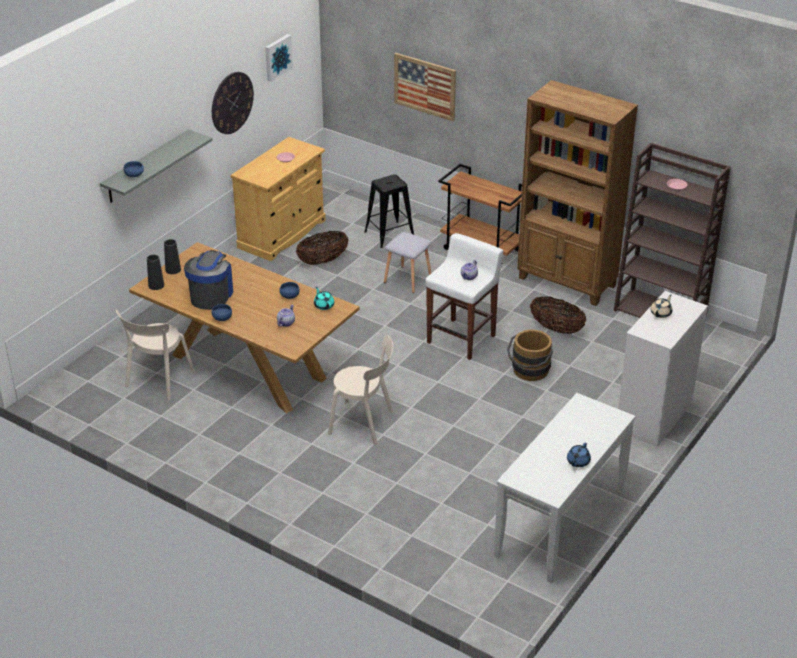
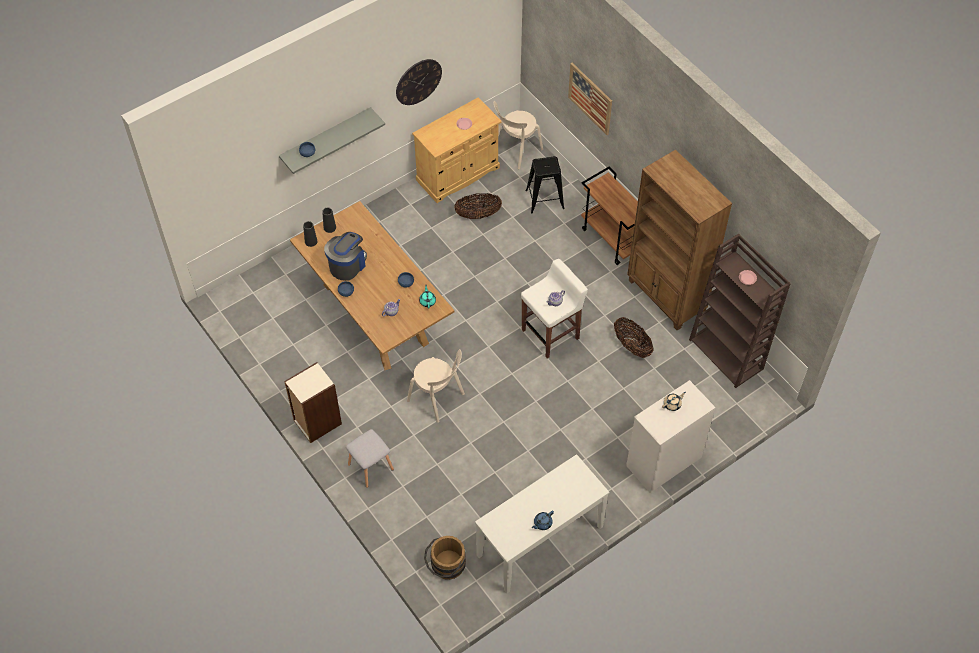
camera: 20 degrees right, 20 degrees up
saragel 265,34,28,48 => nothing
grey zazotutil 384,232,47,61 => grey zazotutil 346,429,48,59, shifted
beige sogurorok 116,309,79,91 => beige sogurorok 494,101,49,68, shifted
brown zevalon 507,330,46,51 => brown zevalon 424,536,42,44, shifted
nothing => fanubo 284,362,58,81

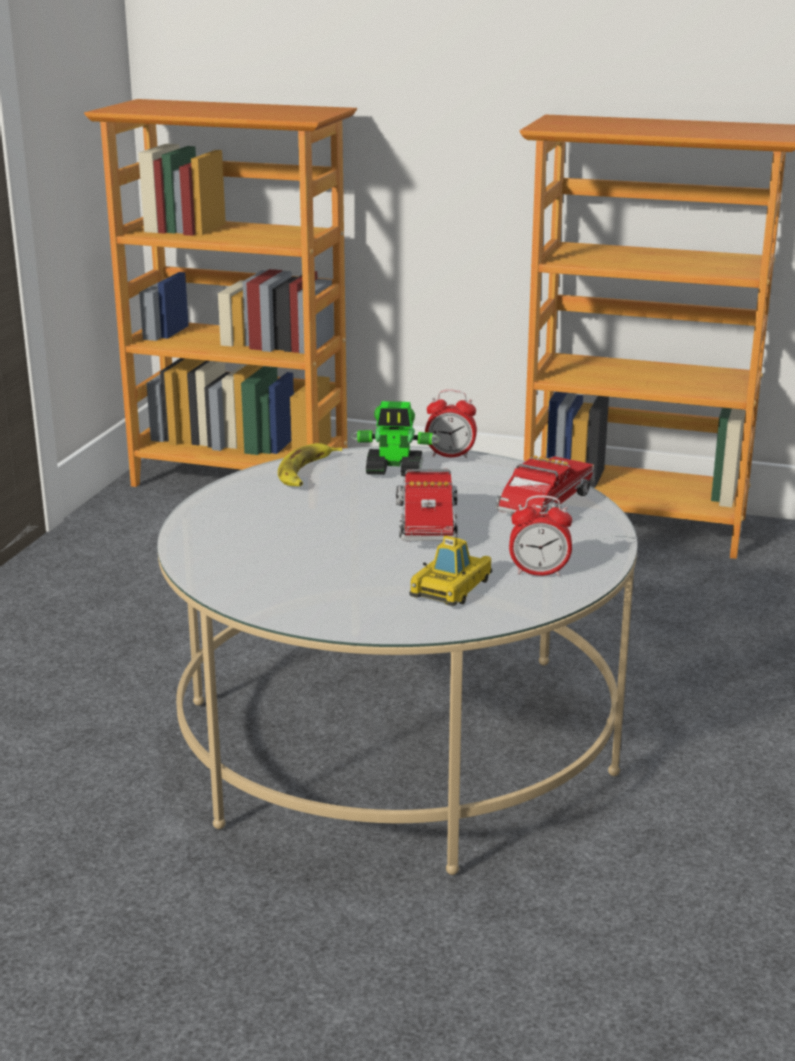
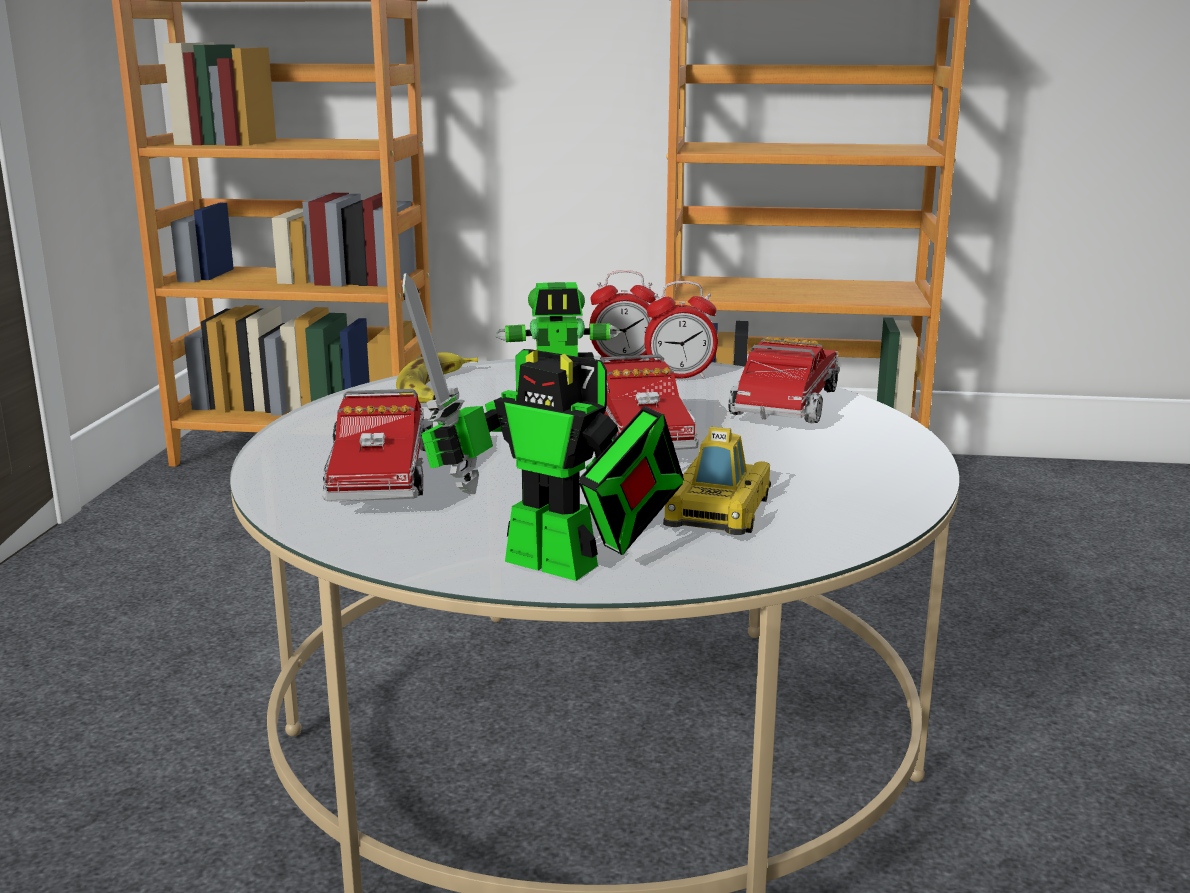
camera: 10 degrees left, 5 degrees down
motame 509,495,63,81 => motame 644,281,74,98, shifted
nothing => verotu 402,273,282,308
nothing => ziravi 322,389,111,113

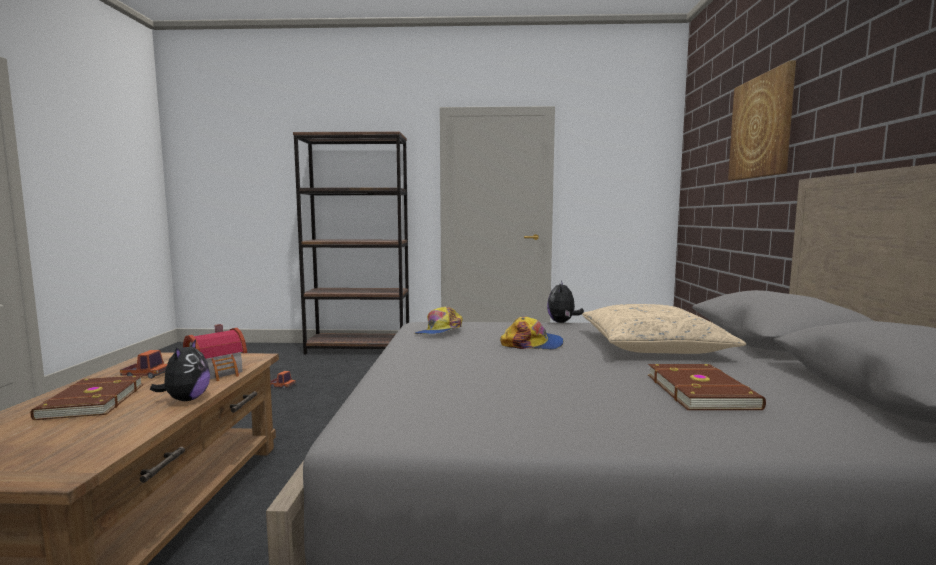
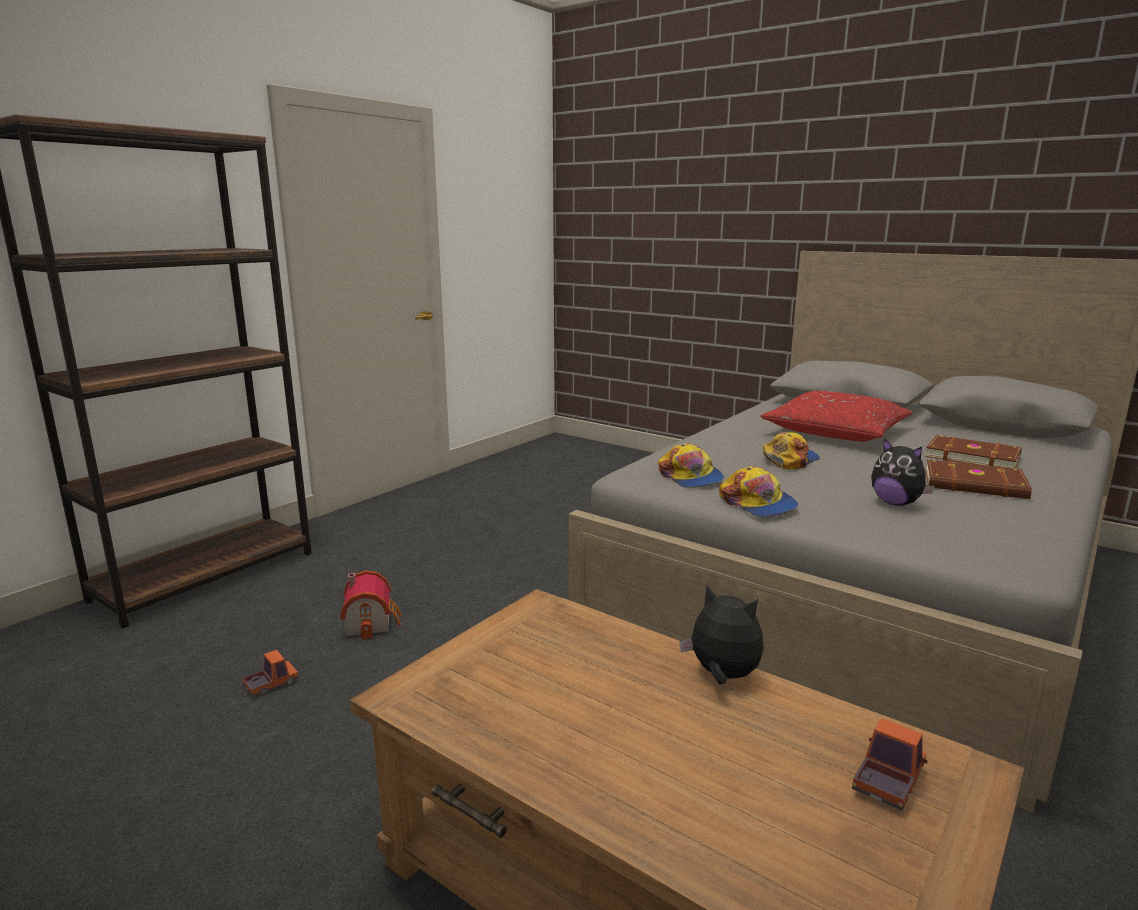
camera: 55 degrees left, 10 degrees up
saragel 728,61,68,119 => nothing
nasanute 547,280,37,43 => nasanute 871,438,64,68, shifted
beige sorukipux 582,304,164,50 => red sorukipux 760,391,153,50
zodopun 183,324,64,57 => zodopun 340,570,61,70, shifted
ziravi 120,350,47,29 => ziravi 852,718,76,93, shifted
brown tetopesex 30,375,114,45 => brown tetopesex 926,460,106,39, shifted
nothing => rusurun 719,466,80,51

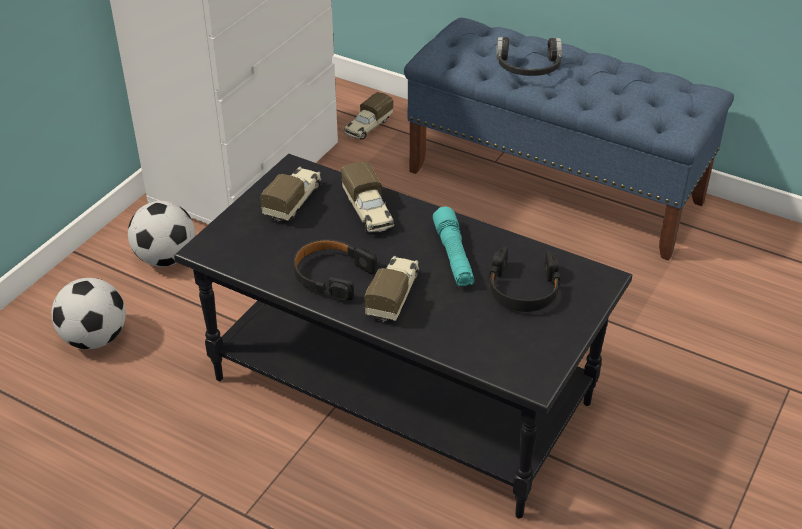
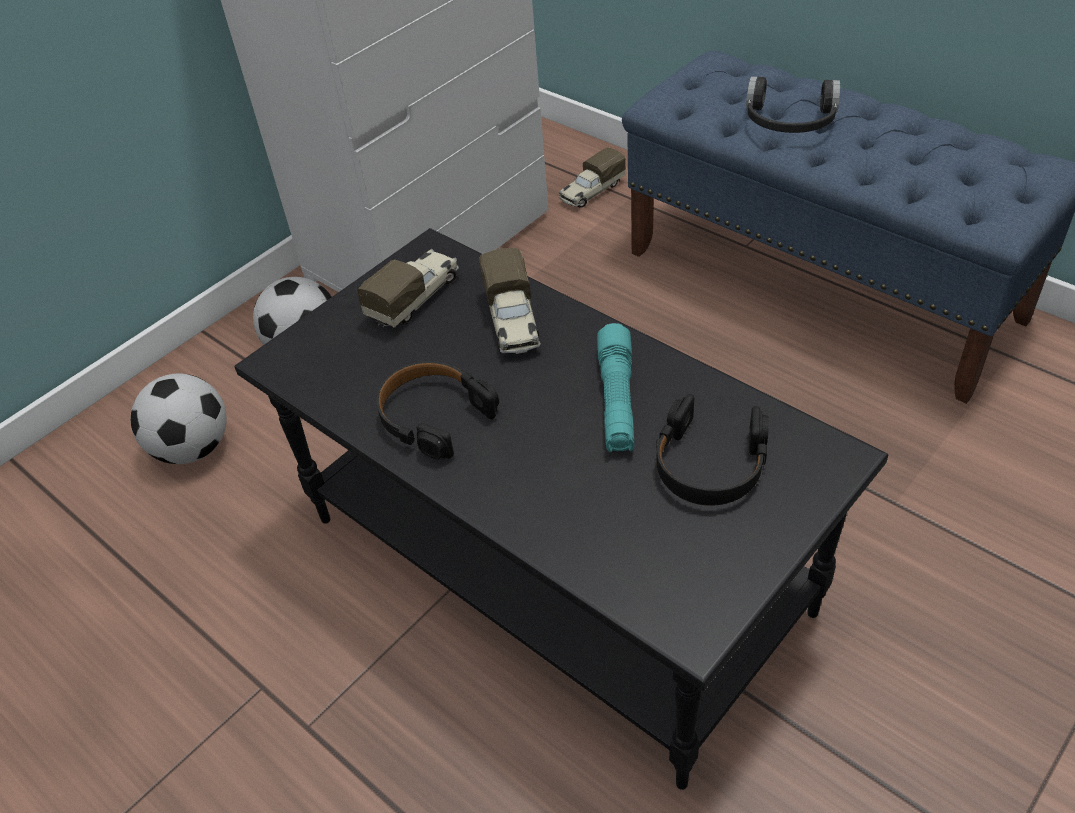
camera: 15 degrees right, 5 degrees up
ziravi 364,255,56,67 => nothing

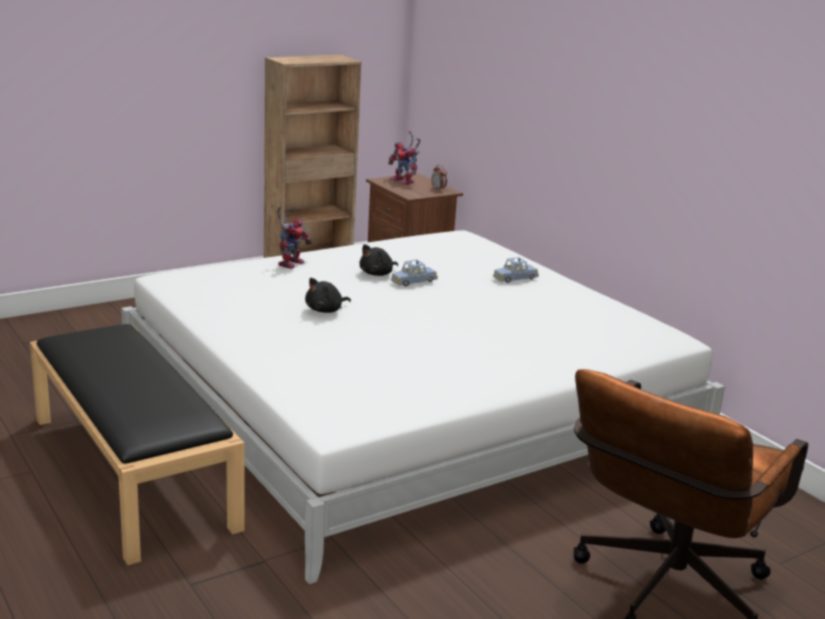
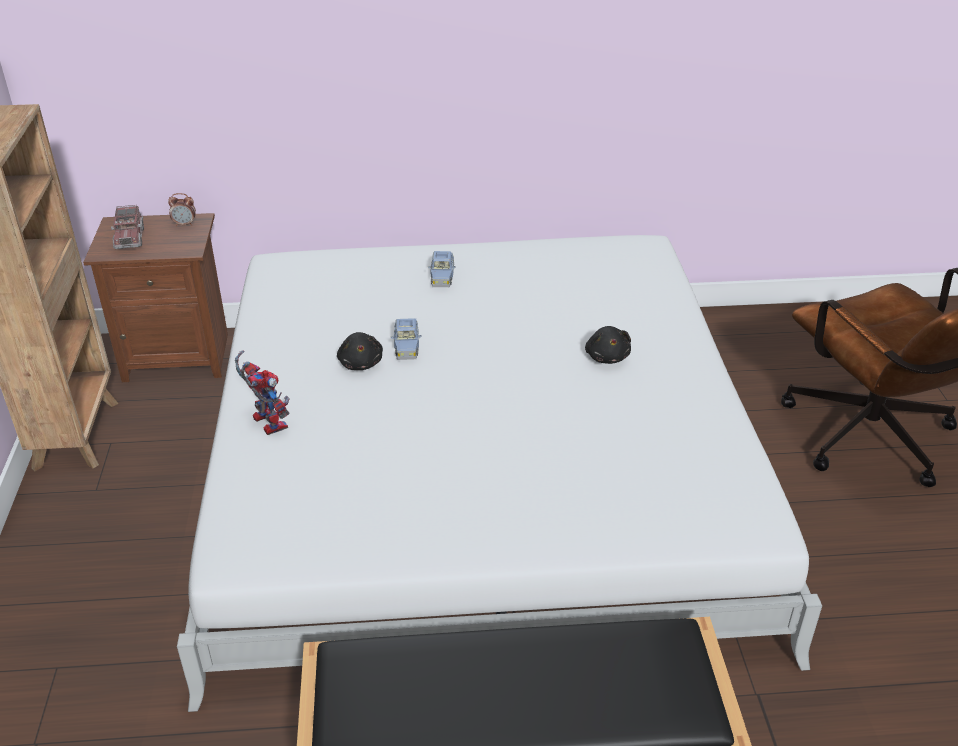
camera: 60 degrees left, 15 degrees up
verotu 388,131,33,54 => ziravi 111,205,33,44
black nasanute 305,278,46,35 => black nasanute 585,326,46,38, shifted

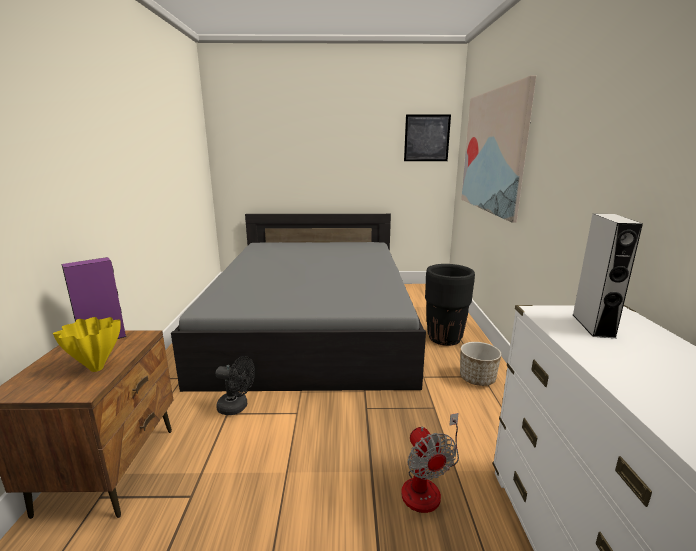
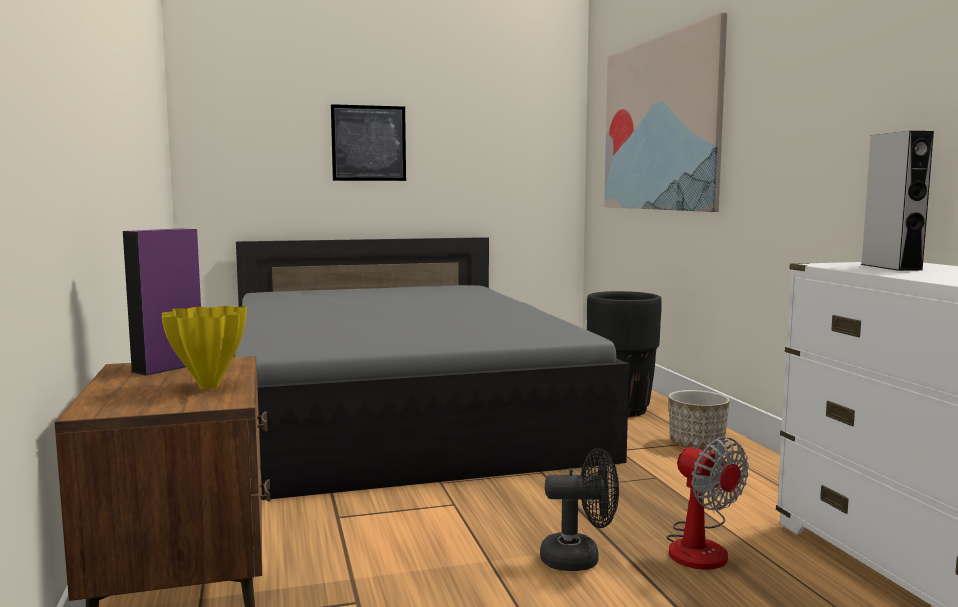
camera: 15 degrees left, 10 degrees down
saragel 404,114,47,47 => saragel 331,104,75,77, shifted
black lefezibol 216,356,39,59 => black lefezibol 540,448,79,123, shifted

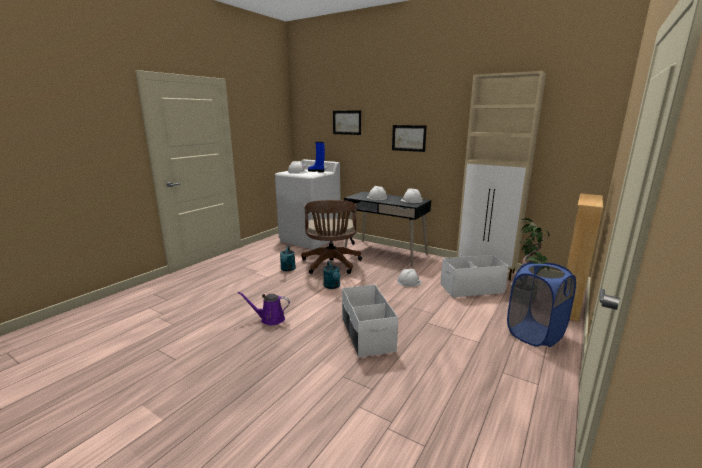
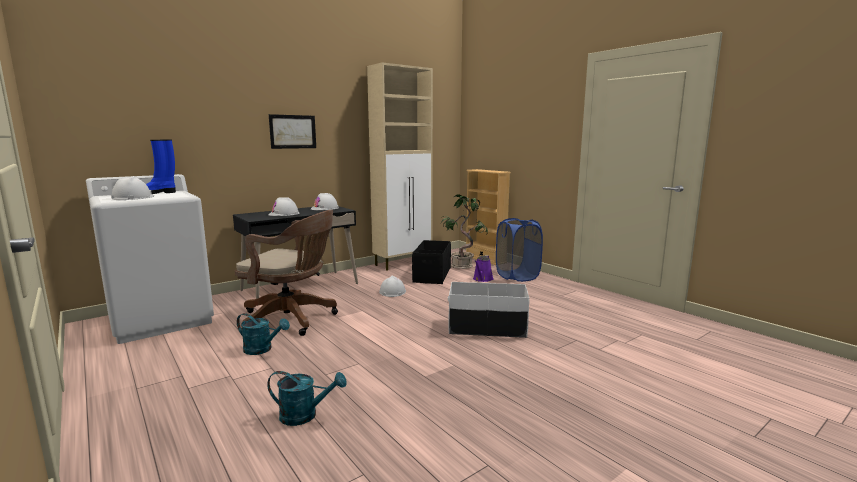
camera: 70 degrees left, 5 degrees down
saragel 333,110,28,25 => nothing
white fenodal 441,255,67,43 => black fenodal 412,240,39,44
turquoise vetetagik 323,261,18,28 => turquoise vetetagik 267,371,79,55, shifted
purple vetetagik 237,292,53,34 => purple vetetagik 473,255,21,27, shifted

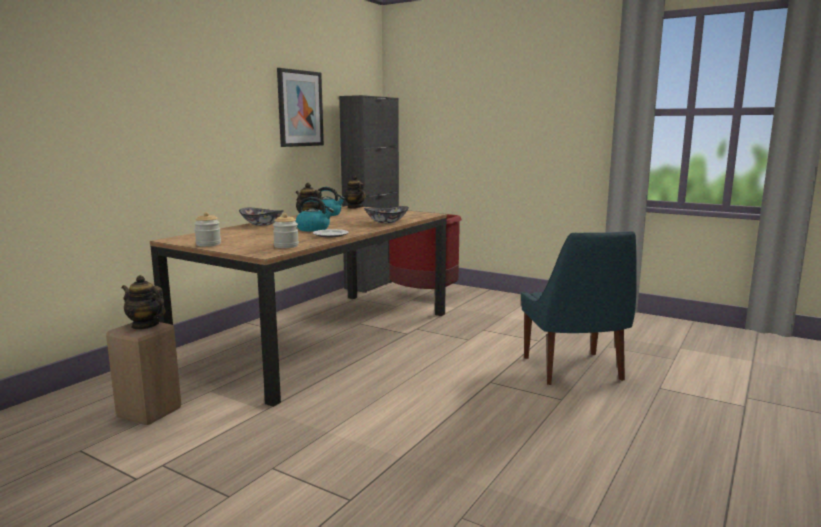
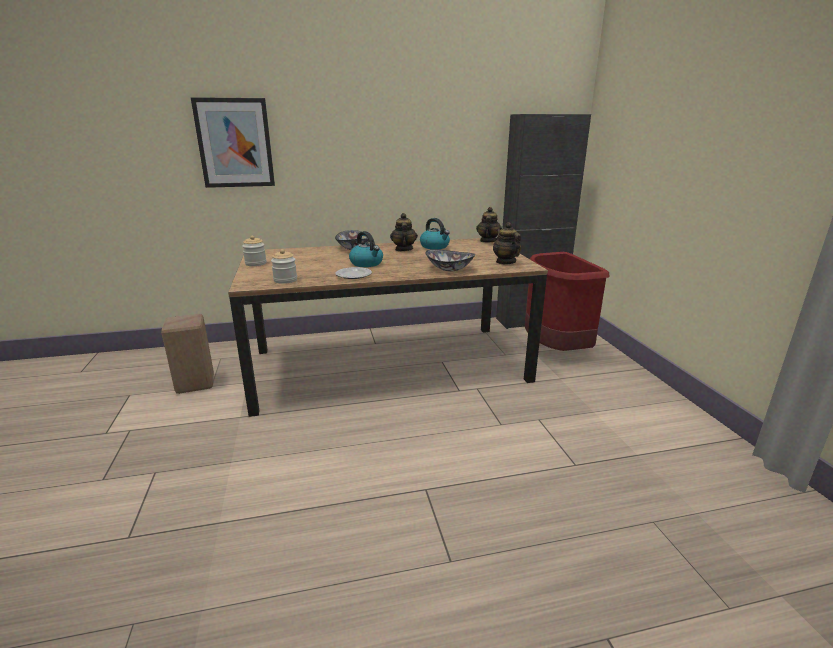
camera: 45 degrees right, 10 degrees up
saragel 277,68,47,79 => saragel 191,97,84,91, shifted
blue sogurorok 521,231,116,154 => nothing
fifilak 121,275,45,55 => fifilak 493,222,28,43, shifted

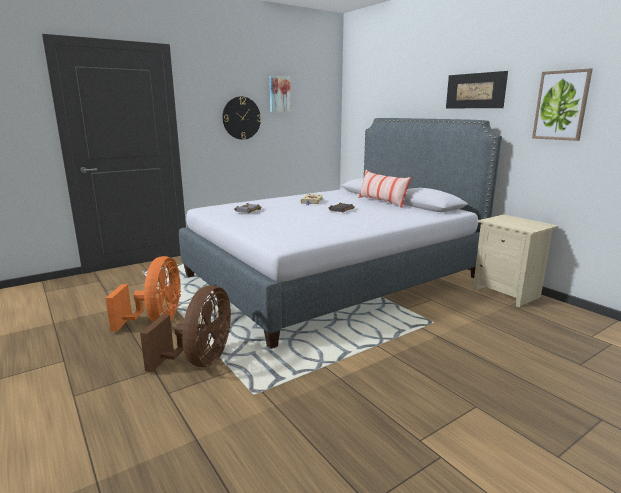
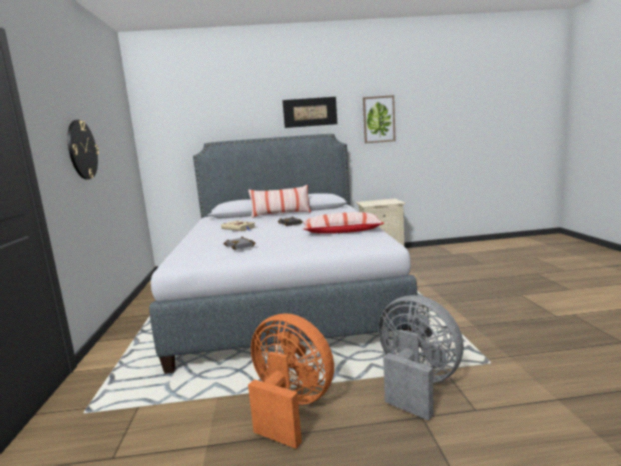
camera: 60 degrees left, 5 degrees down
saragel 269,76,22,36 => nothing
brown lefezibol 140,285,91,87 => grey lefezibol 378,295,86,126
nothing => sorukipux 303,212,81,22

